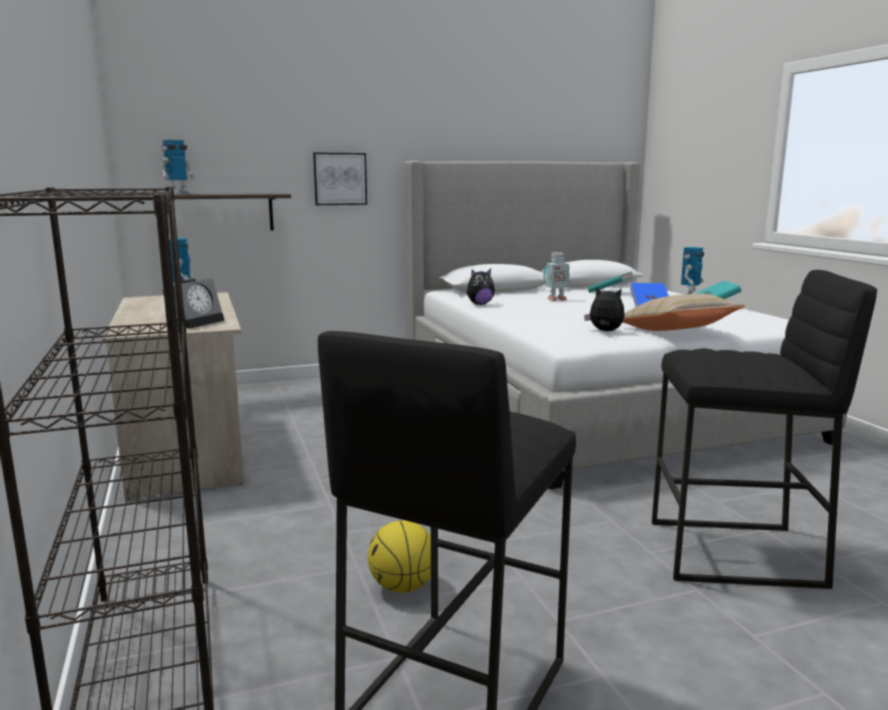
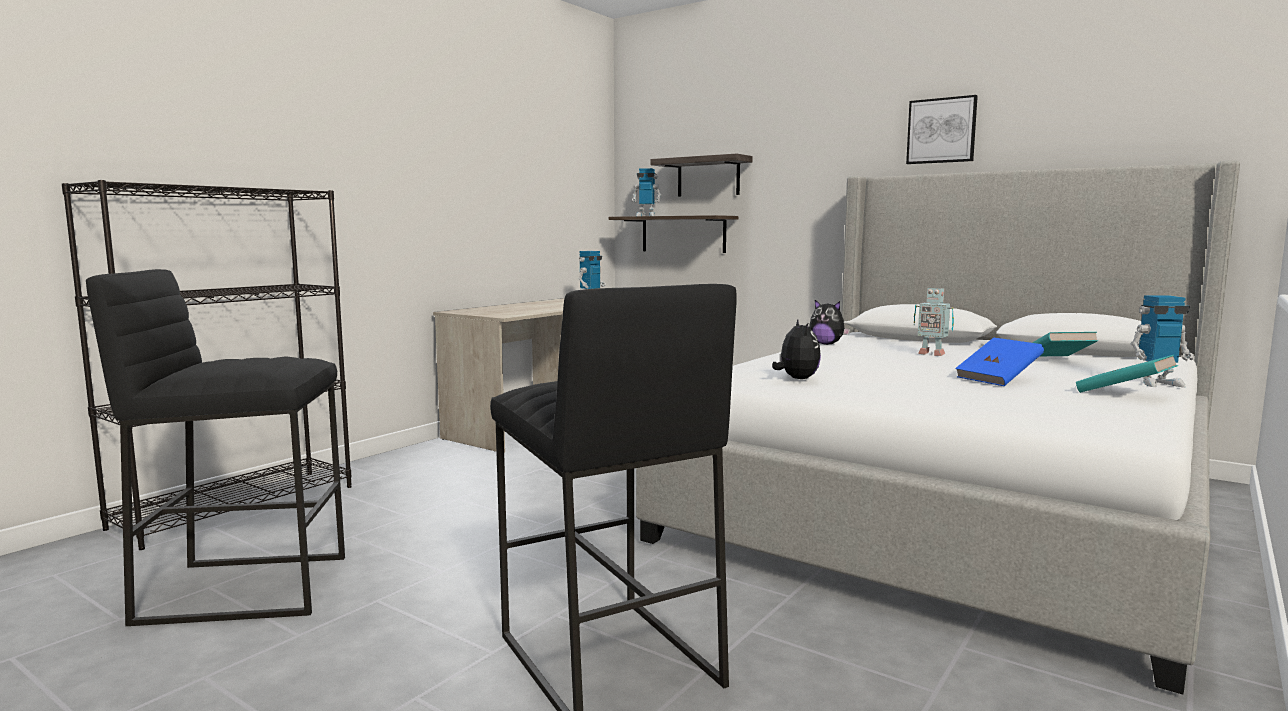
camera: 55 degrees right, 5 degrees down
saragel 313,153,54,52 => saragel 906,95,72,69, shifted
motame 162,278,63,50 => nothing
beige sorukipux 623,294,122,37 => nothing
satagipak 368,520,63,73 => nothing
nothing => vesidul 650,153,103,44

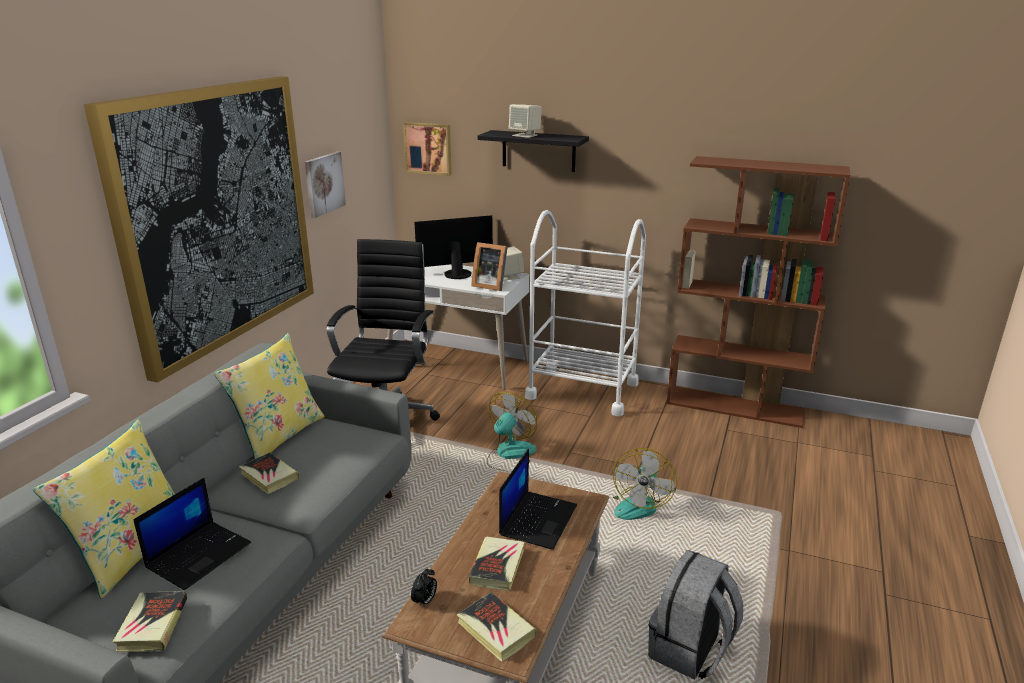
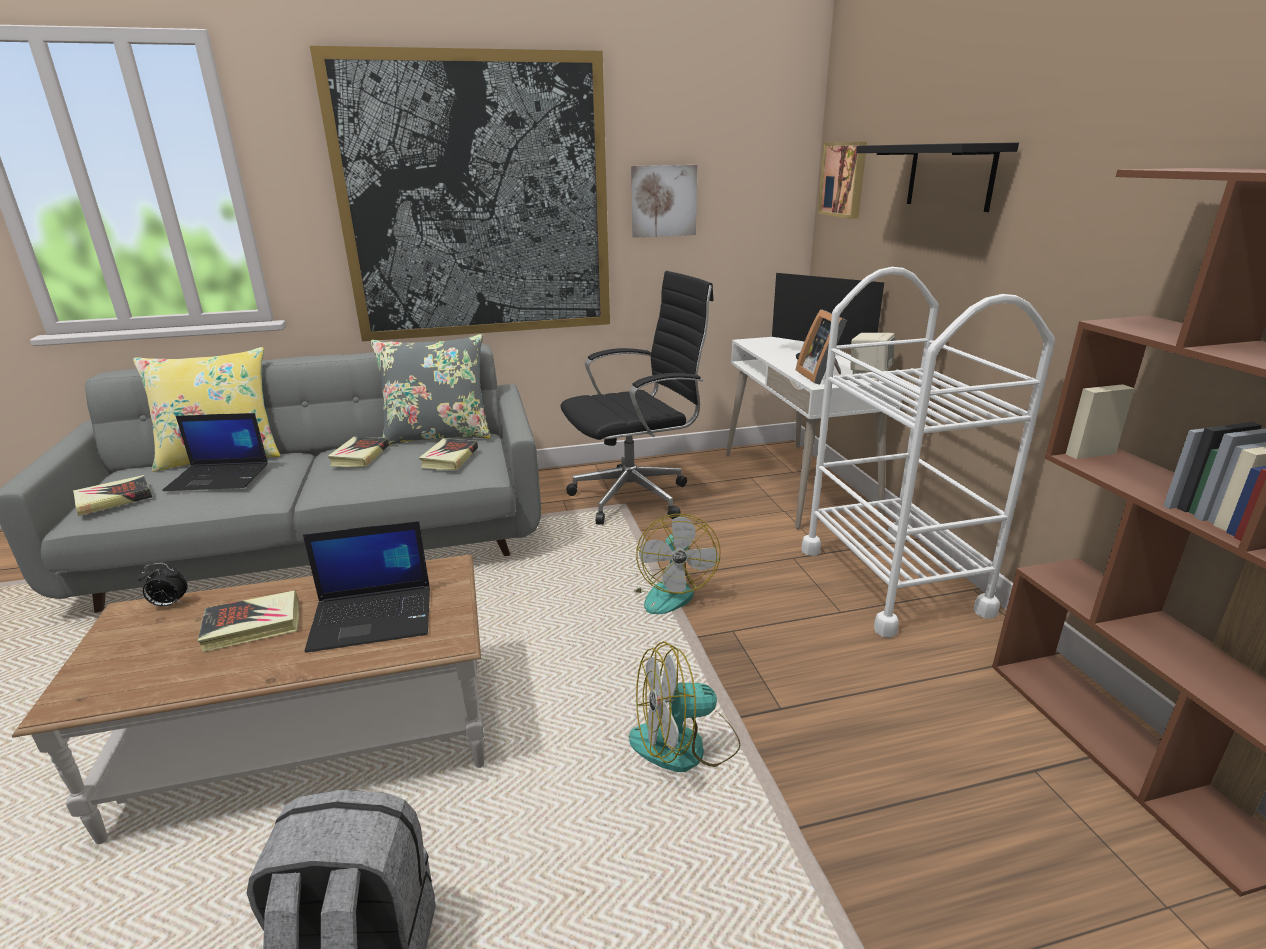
camera: 55 degrees right, 0 degrees up
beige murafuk 509,104,33,34 => nothing
yellow sorukipux 214,333,110,126 => grey sorukipux 371,334,121,111
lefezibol 487,392,50,80 => lefezibol 632,514,89,100, 90 degrees clockwise
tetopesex 457,592,80,70 => tetopesex 419,438,59,32, shifted

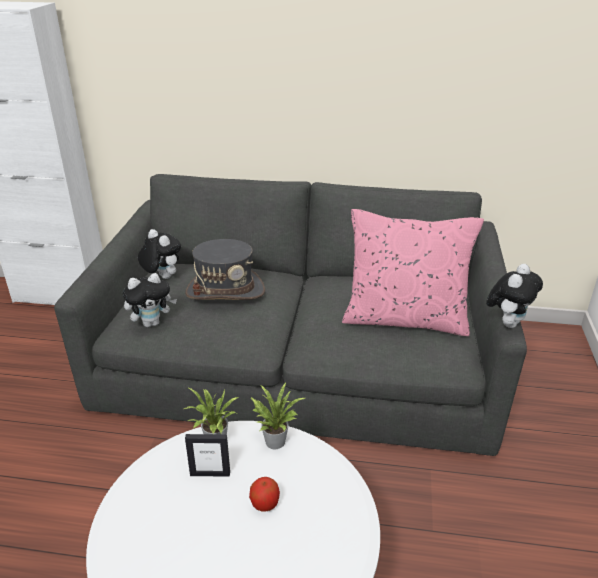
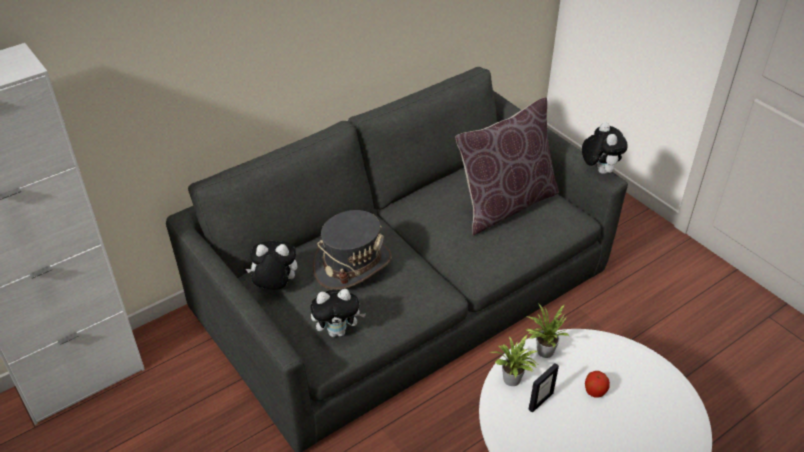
camera: 45 degrees left, 10 degrees up
pink sorukipux 342,209,142,127 => brown sorukipux 456,97,103,138
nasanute 123,273,54,54 => nasanute 311,289,55,48, 60 degrees clockwise

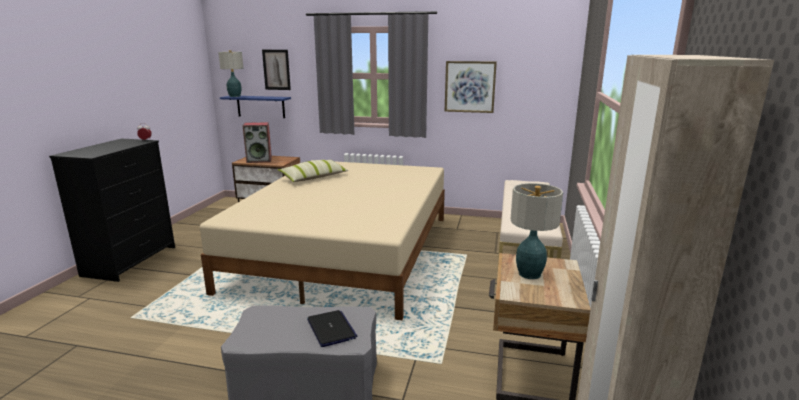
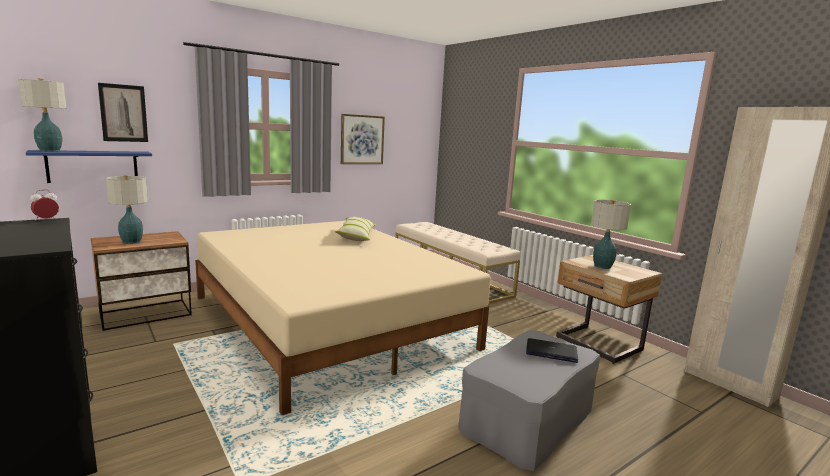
camera: 50 degrees left, 5 degrees down
murafuk 243,122,29,41 => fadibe 106,175,42,69
sorukipux 278,160,70,22 => sorukipux 335,217,41,24, shifted

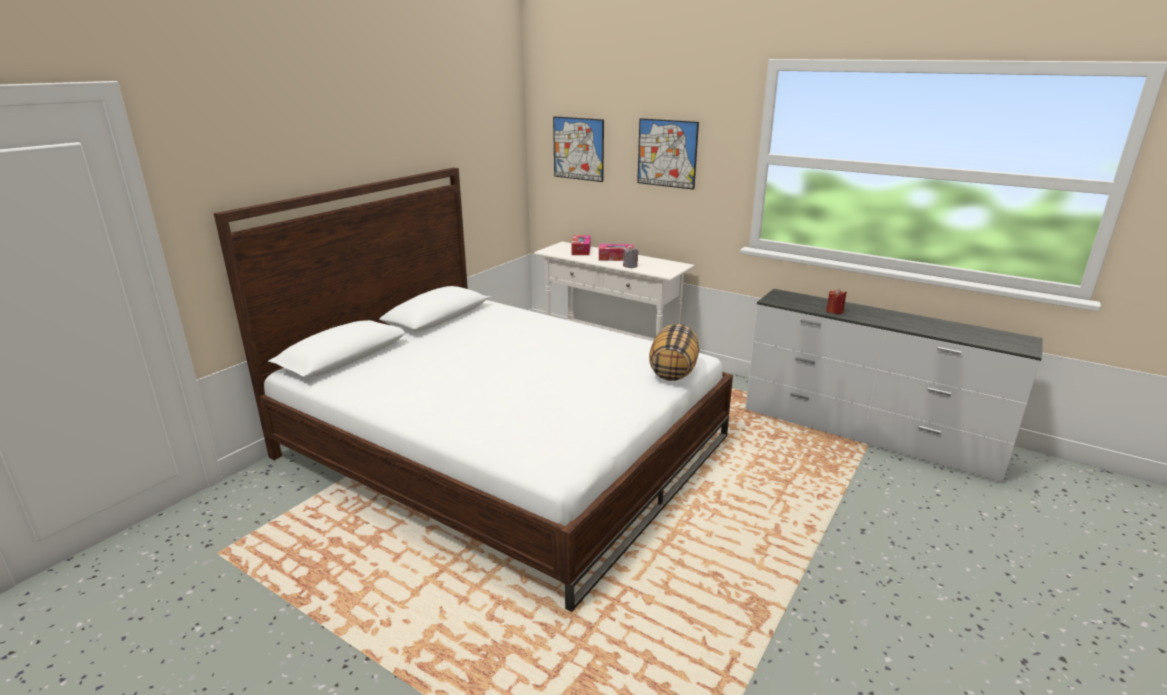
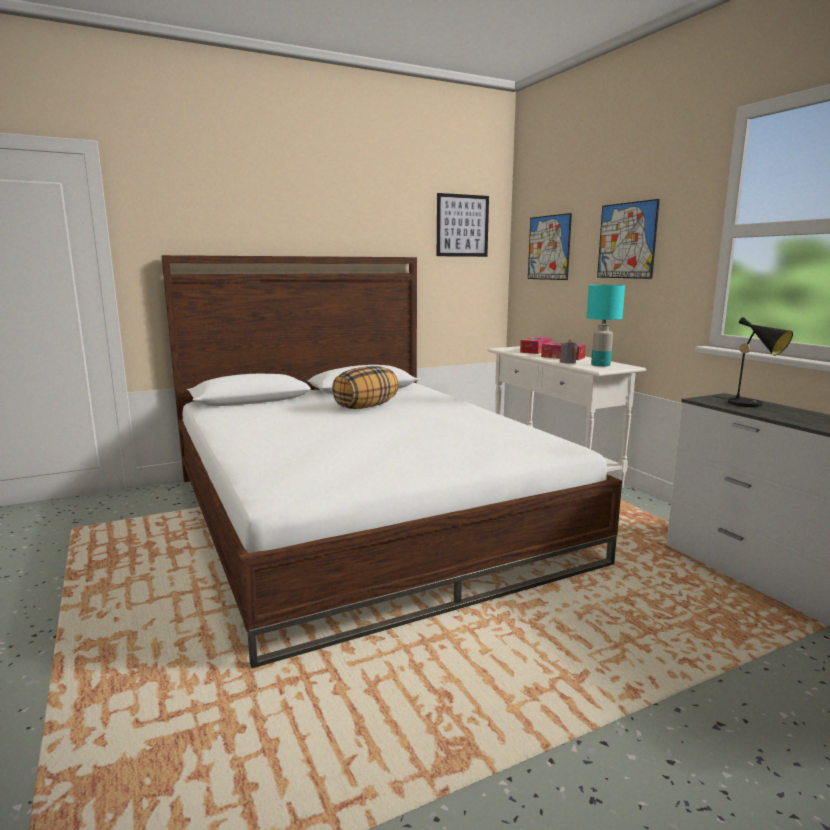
camera: 30 degrees right, 10 degrees down
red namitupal 826,288,21,26 => nothing
sorukipux 649,324,50,57 => sorukipux 332,366,66,43, shifted
nothing => saragel 437,193,52,64
nothing => turquoise fadibe 586,285,39,81
nothing => black fadibe 713,317,80,90

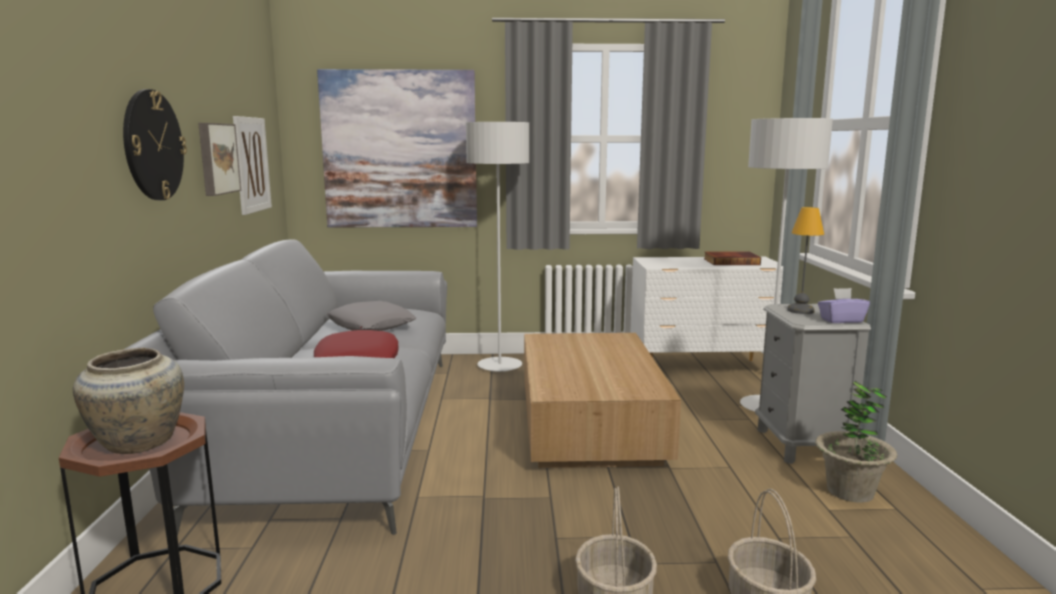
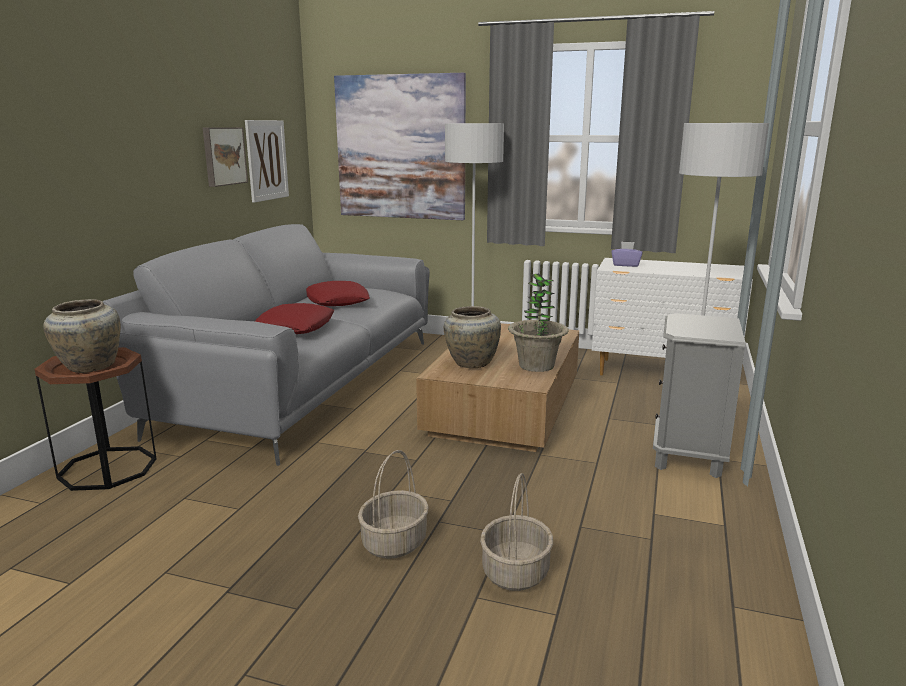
camera: 20 degrees right, 5 degrees up
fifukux 123,89,64,111 => nothing
fadibe 787,207,37,107 => nothing
tetopesex 704,251,57,14 => nothing
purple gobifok 818,288,52,35 => purple gobifok 612,241,31,26, shifted
grey sorukipux 327,301,90,30 => red sorukipux 306,281,64,25
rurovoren 815,381,82,122 => rurovoren 508,274,61,98, shifted
nothing => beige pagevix 444,306,57,62

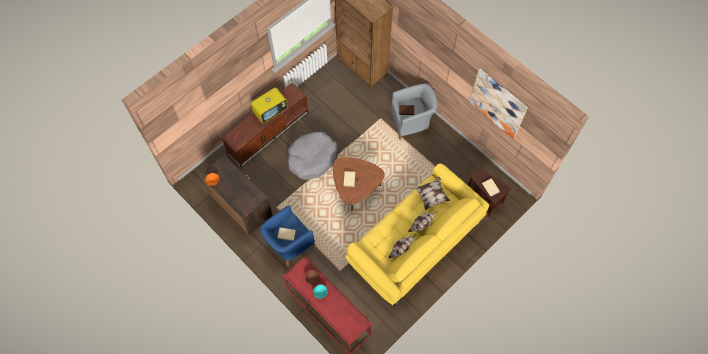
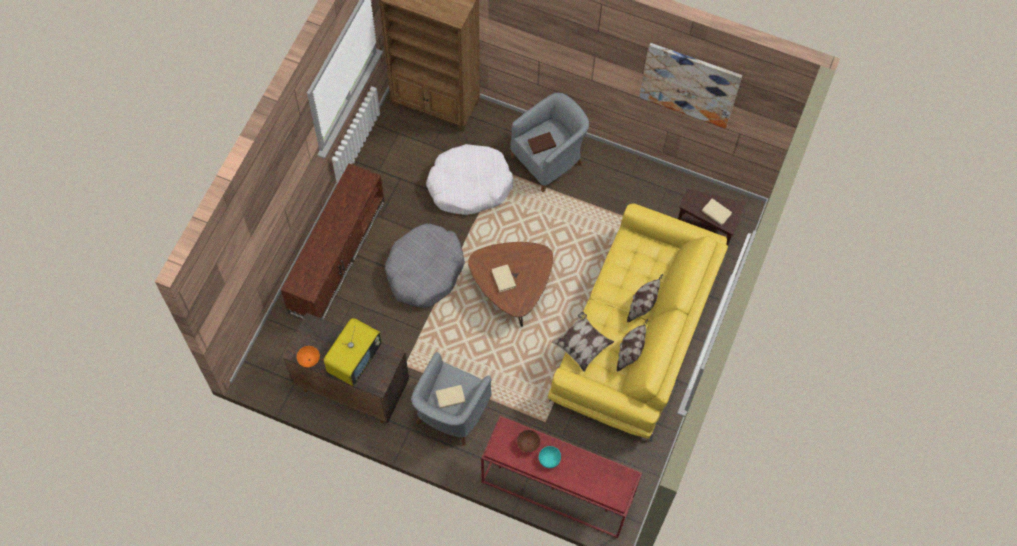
camera: 25 degrees left, 0 degrees up
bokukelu 251,88,36,35 => bokukelu 324,318,58,68, shifted
sorukipux 414,177,36,33 => sorukipux 552,312,62,60, shifted
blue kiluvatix 260,206,55,60 => grey kiluvatix 411,352,81,94
nothing => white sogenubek 426,144,87,71

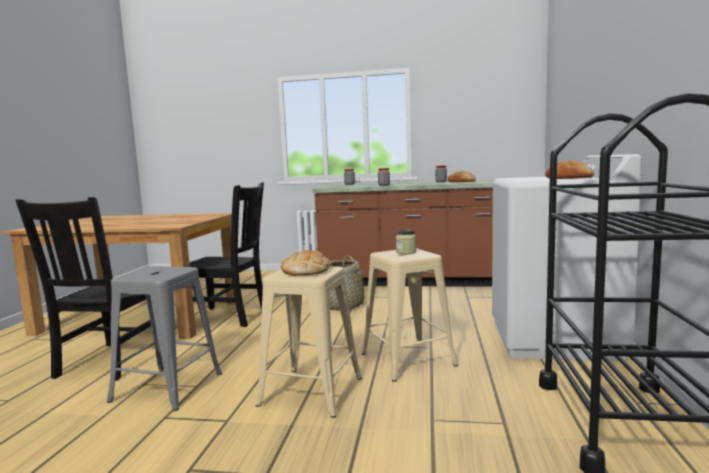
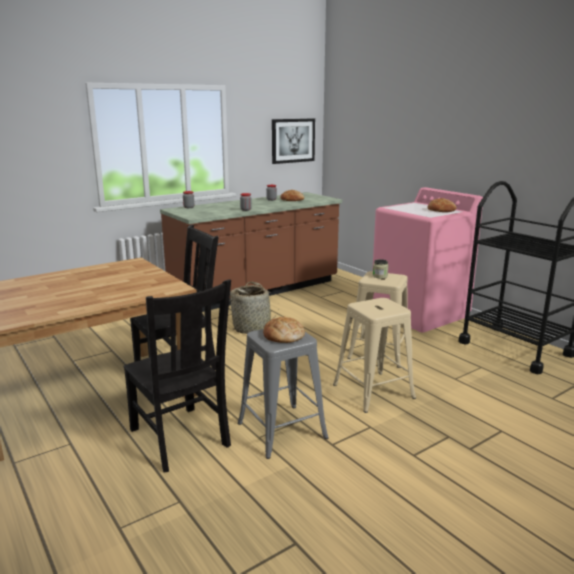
camera: 45 degrees left, 10 degrees up
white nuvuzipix 492,154,150,207 => pink nuvuzipix 372,187,111,146
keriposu 281,250,49,25 => keriposu 263,316,42,27, shifted
nothing => saragel 272,118,43,46

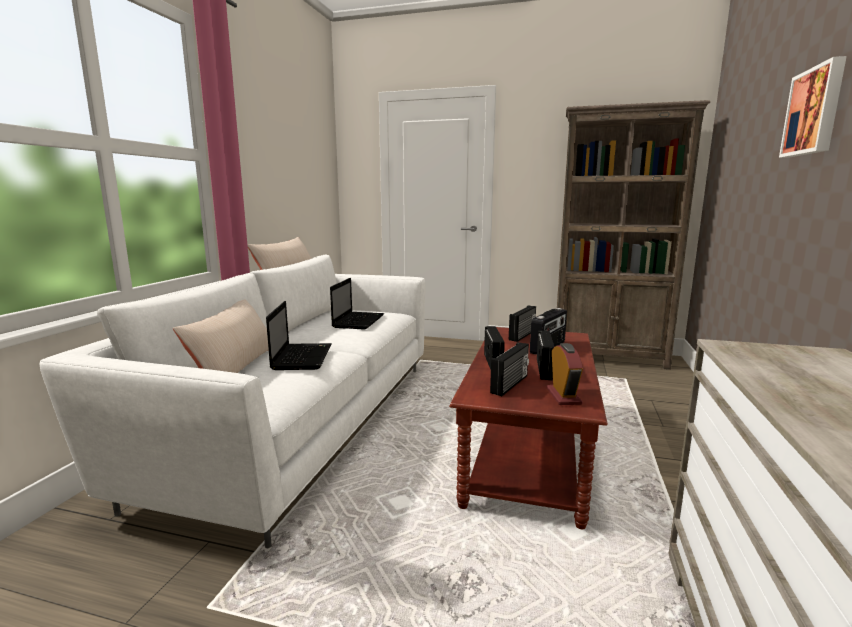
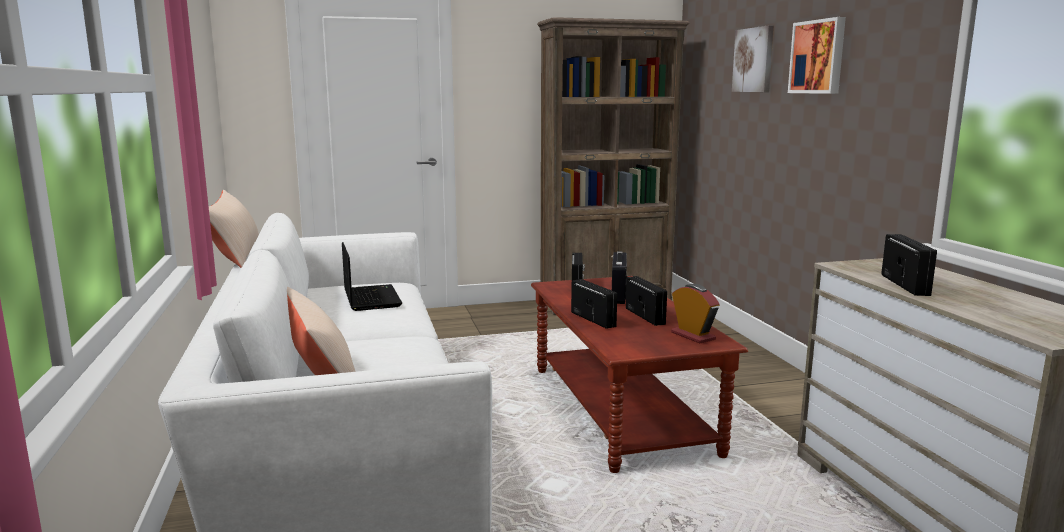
camera: 30 degrees left, 0 degrees up
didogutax 266,301,66,69 => nothing
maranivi 490,342,39,54 => maranivi 881,234,56,62, shifted
nothing => saragel 732,25,42,67

